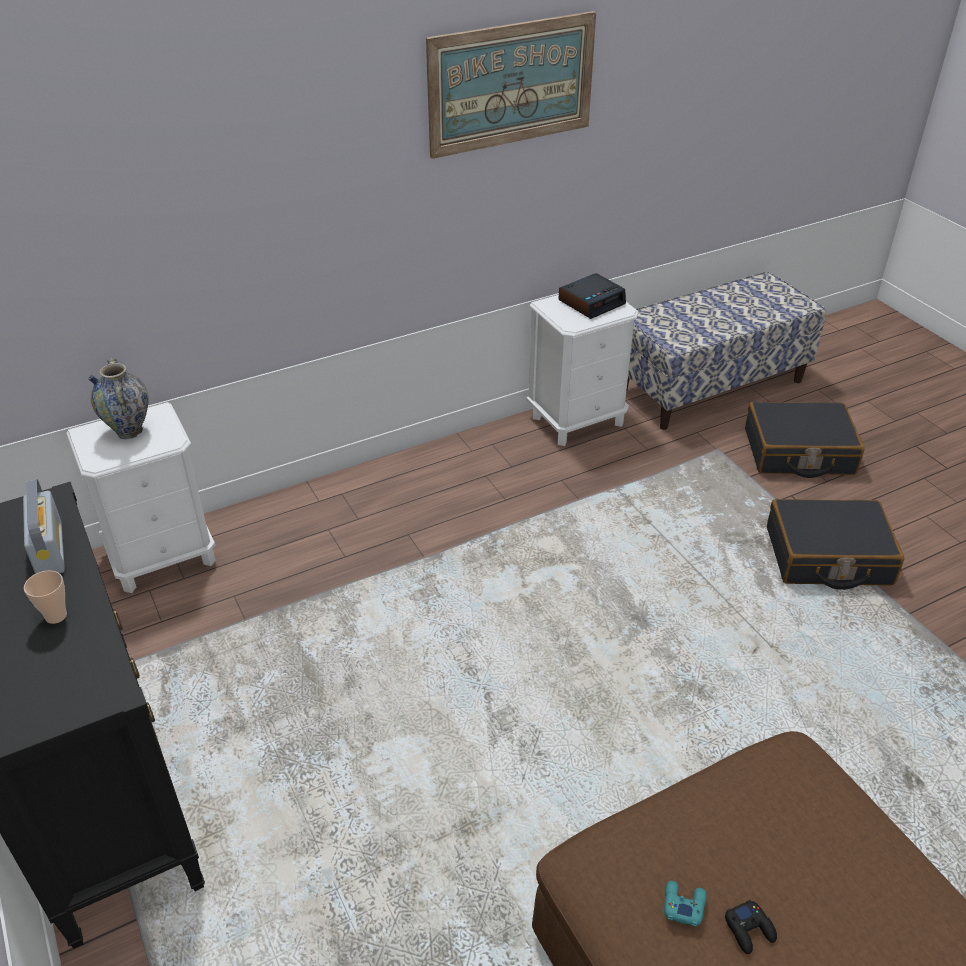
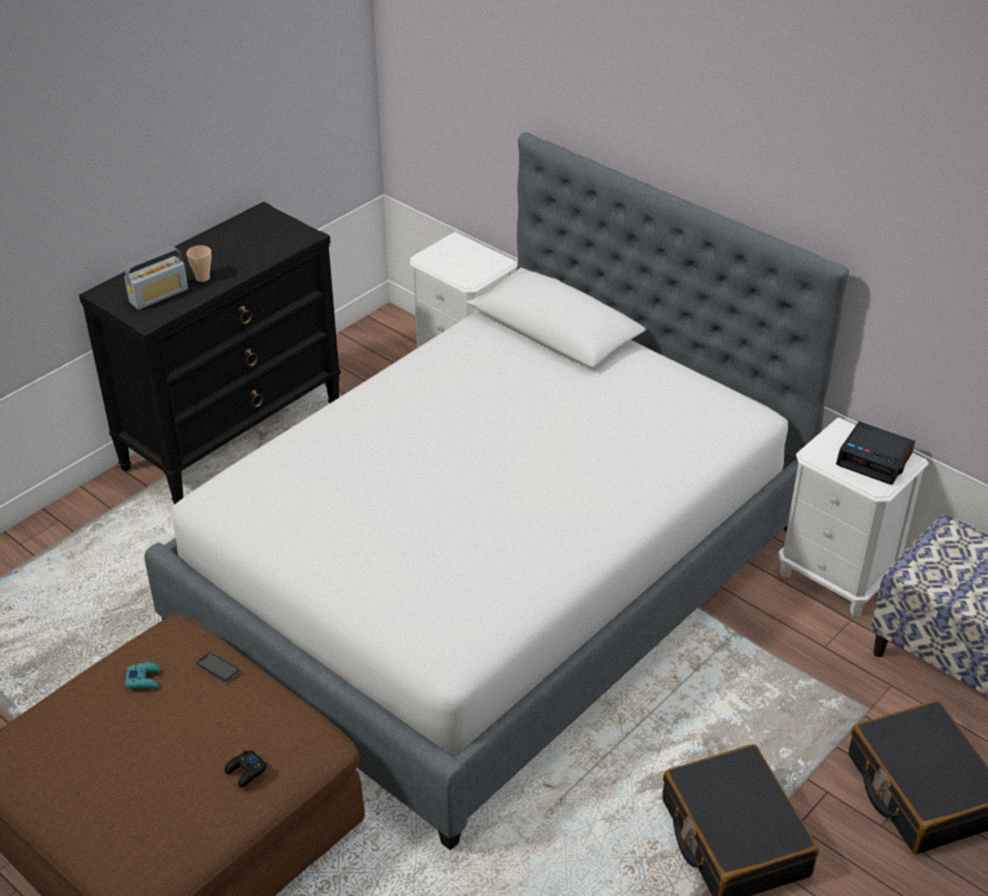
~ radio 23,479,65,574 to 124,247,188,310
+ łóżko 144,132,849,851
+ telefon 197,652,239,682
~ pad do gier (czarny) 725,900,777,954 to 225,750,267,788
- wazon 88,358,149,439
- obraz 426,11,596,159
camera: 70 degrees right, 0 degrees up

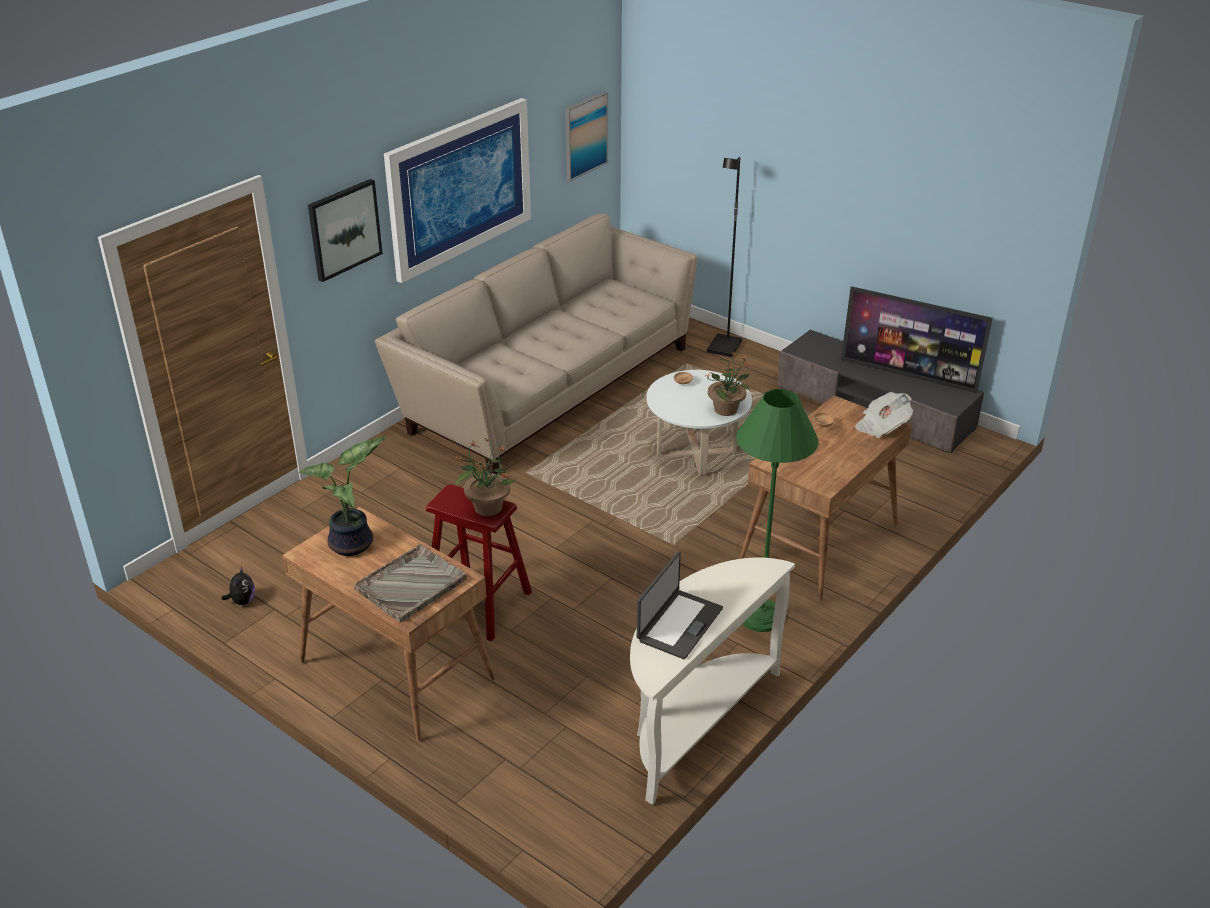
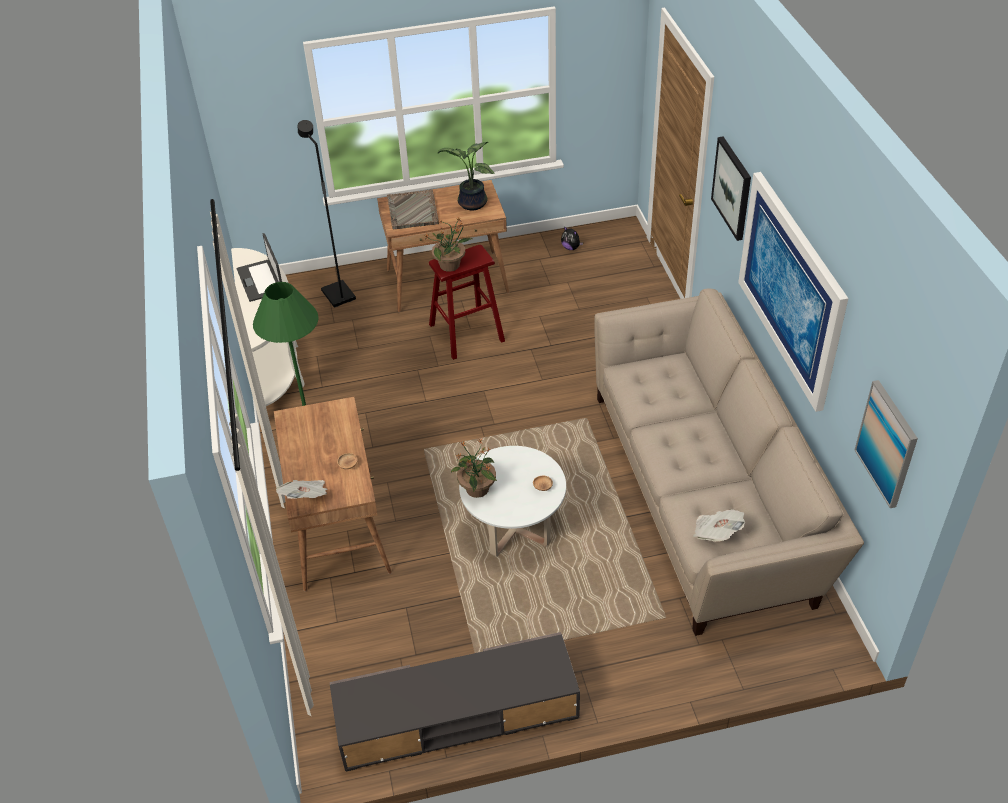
~ lampa stojąca (czarny) 707,157,742,358 to 298,120,356,308
+ gazeta 693,509,745,542
- telewizor 841,286,993,393
camera: 130 degrees right, 10 degrees up

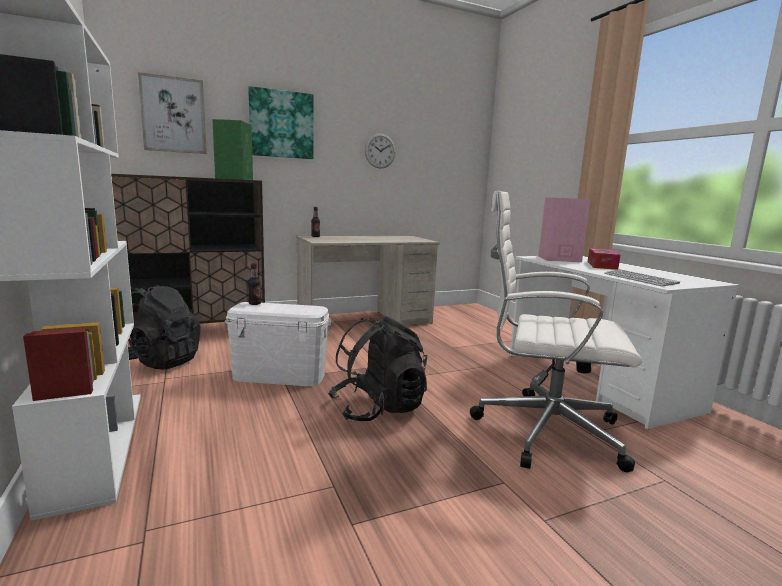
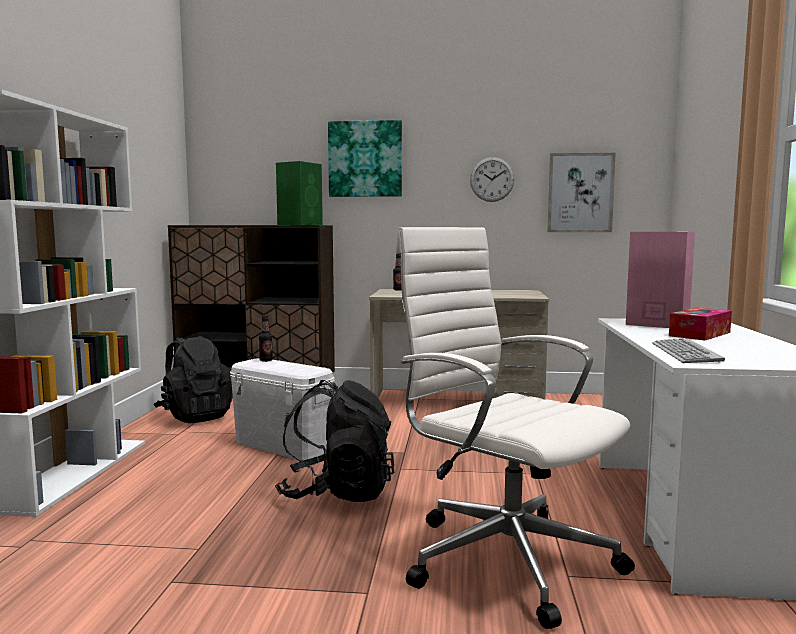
~ obraz 138,72,207,154 to 548,153,616,232
camera: 30 degrees right, 5 degrees down

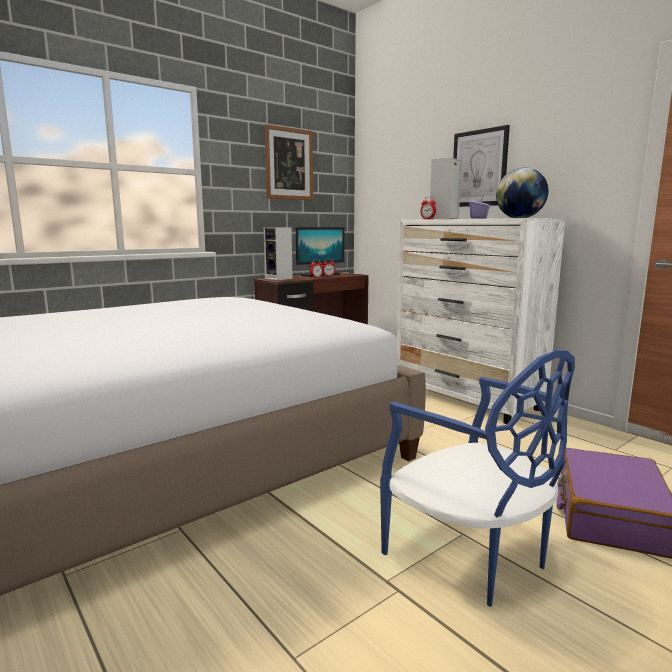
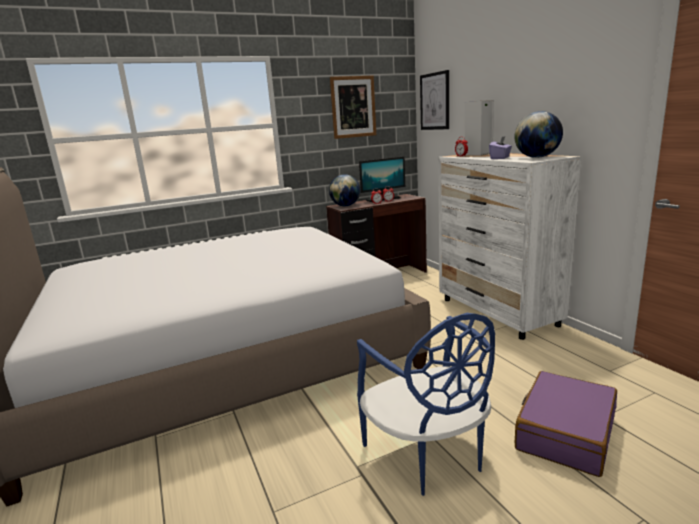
~ głośnik 263,227,293,280 to globus 329,174,361,206
~ obraz 453,125,510,207 to 420,70,449,130
camera: 15 degrees right, 5 degrees up

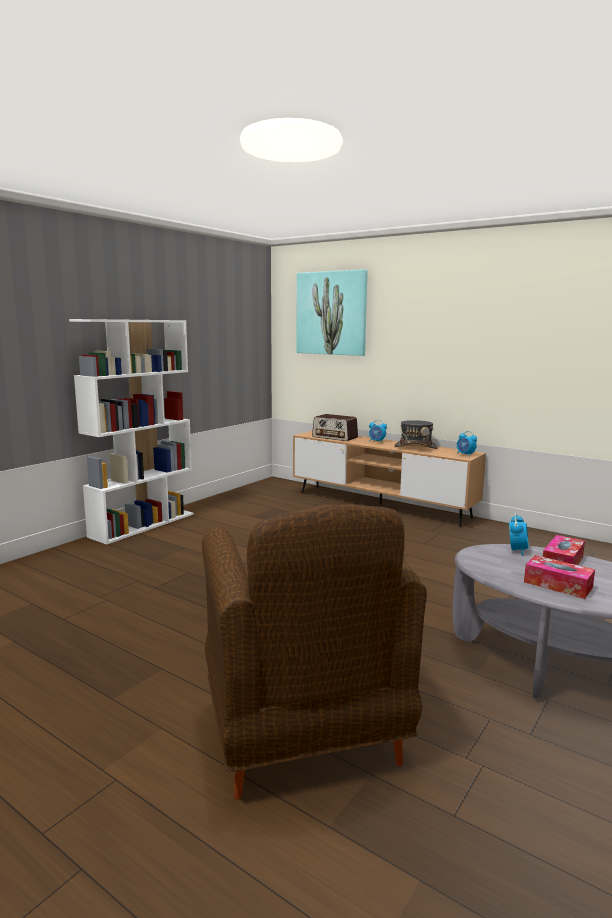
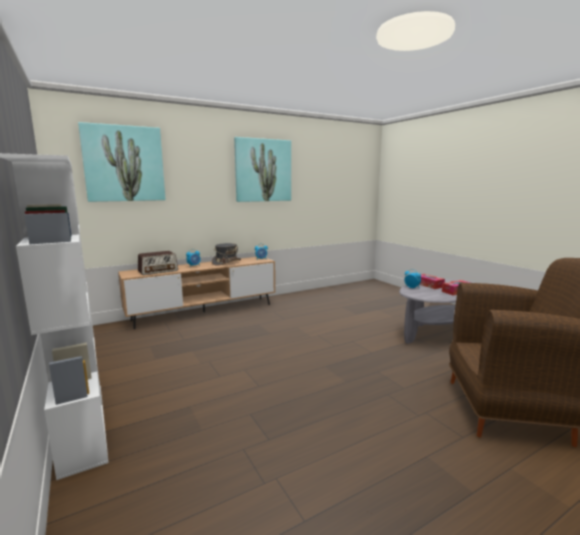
+ obraz 234,137,291,202
camera: 65 degrees left, 0 degrees up

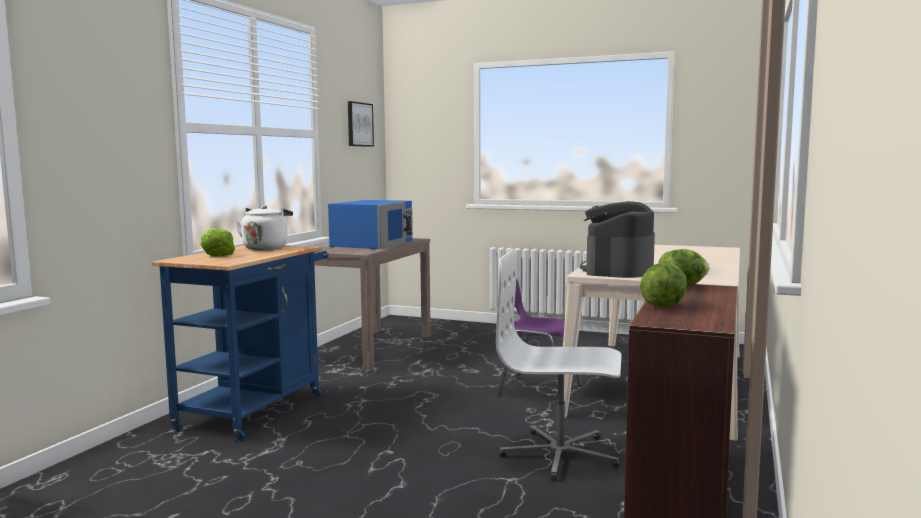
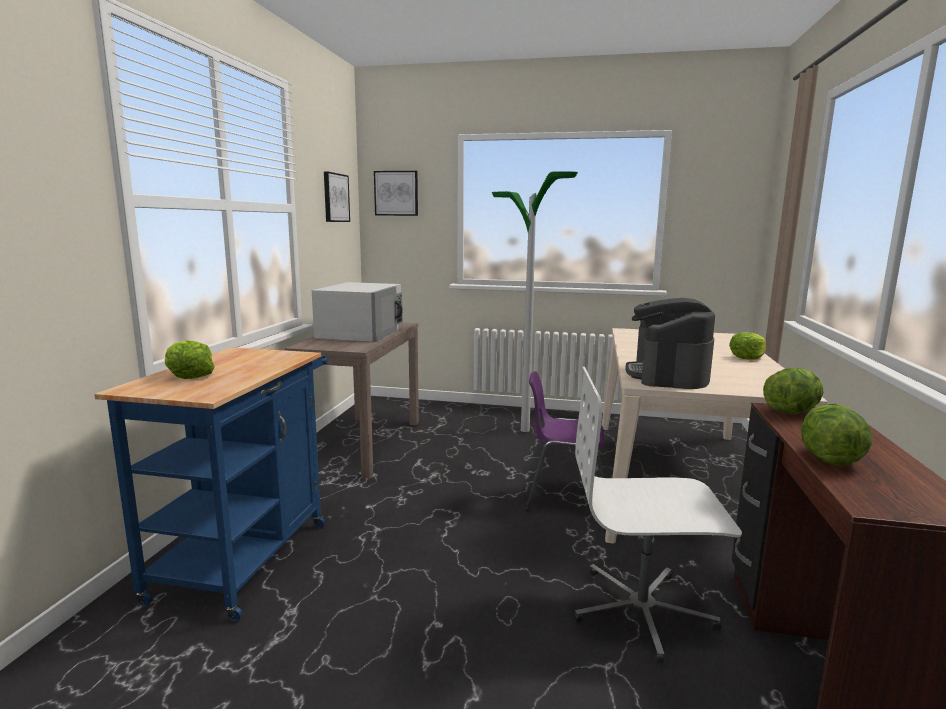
~ mikrofalówka (niebieski) 328,200,413,249 to mikrofalówka (biały) 312,282,403,342
+ obraz 374,171,418,216
+ lampa stojąca 492,171,578,432
+ sałata 729,332,766,360
- czajnik (biały) 235,205,293,250
camera: 10 degrees left, 5 degrees up

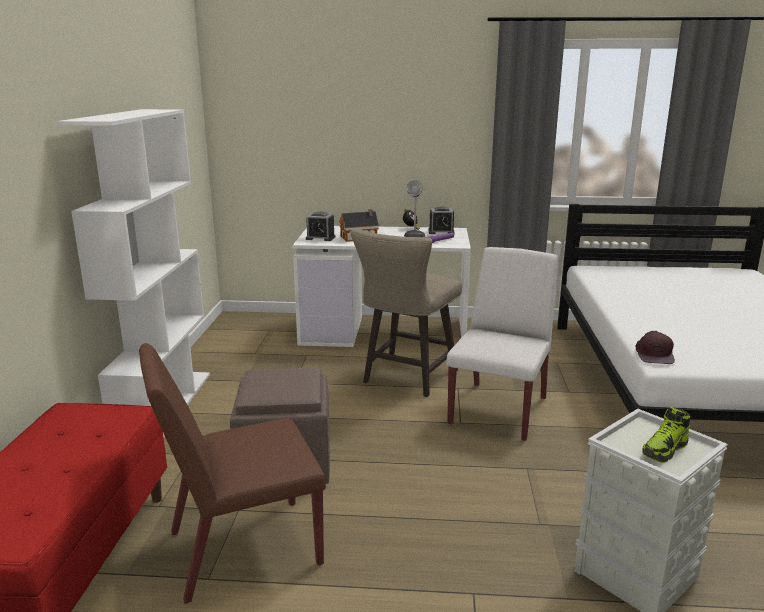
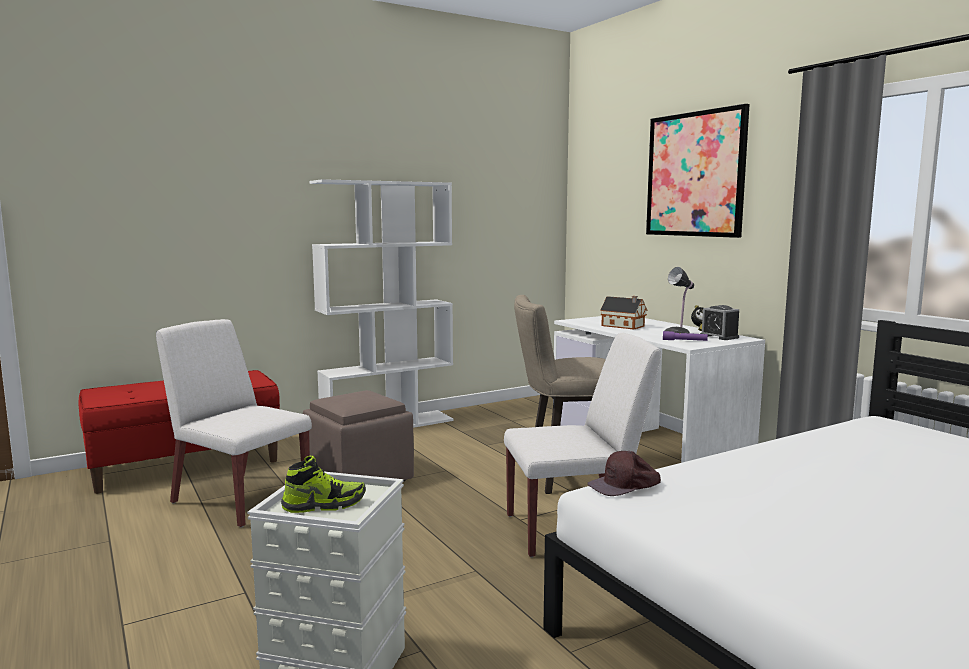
~ krzesło (brązowy) 139,343,326,604 to krzesło (biały) 156,319,312,528
~ but 642,407,690,463 = 281,456,366,513 150 degrees clockwise
+ obraz 646,104,750,238
- budzik 306,212,335,241
camera: 55 degrees right, 10 degrees down

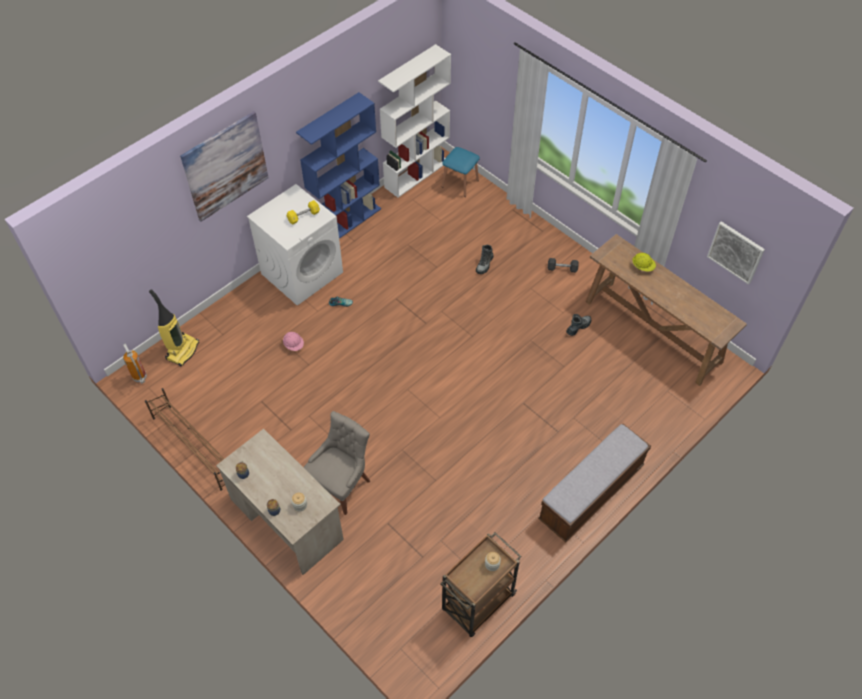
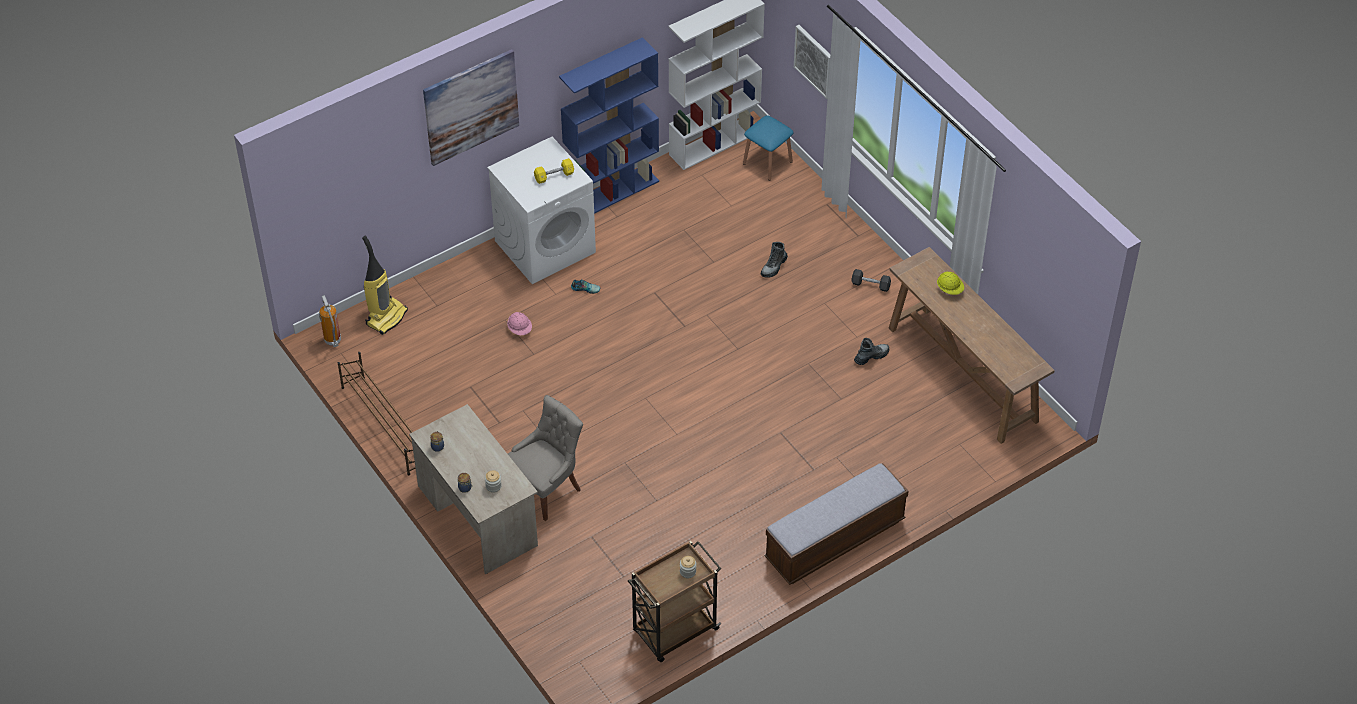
~ obraz 707,221,765,285 to 794,25,830,99
camera: 10 degrees right, 5 degrees down

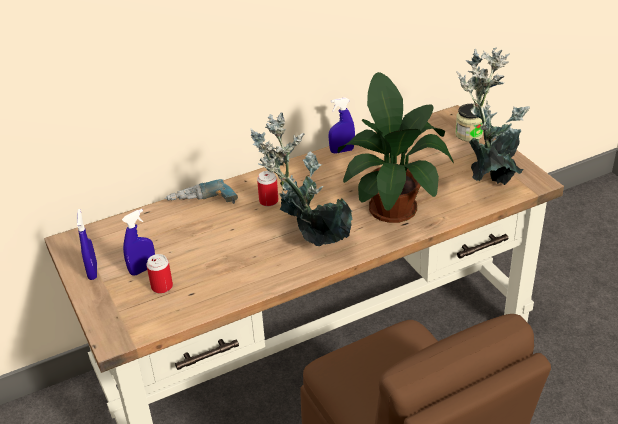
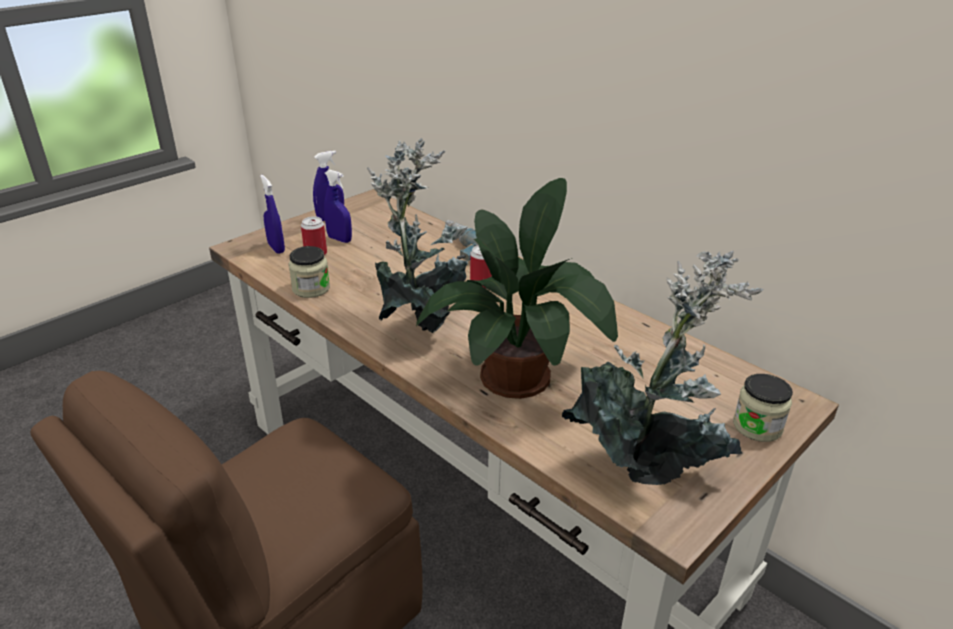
~ spryskiwacz (niebieski) 328,98,355,154 to 260,175,285,254
+ słoik 288,246,330,298
camera: 70 degrees right, 5 degrees down

